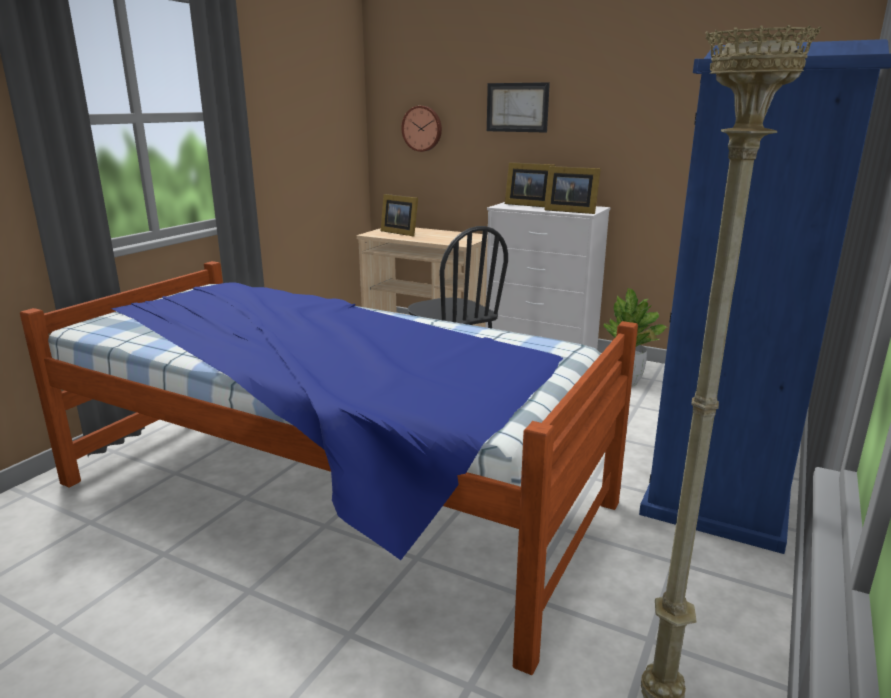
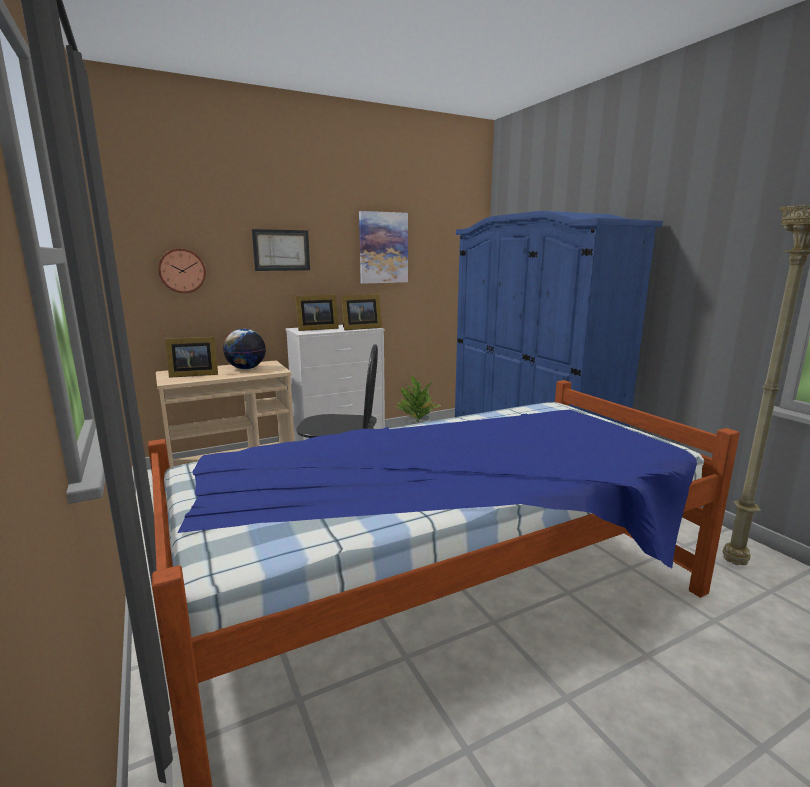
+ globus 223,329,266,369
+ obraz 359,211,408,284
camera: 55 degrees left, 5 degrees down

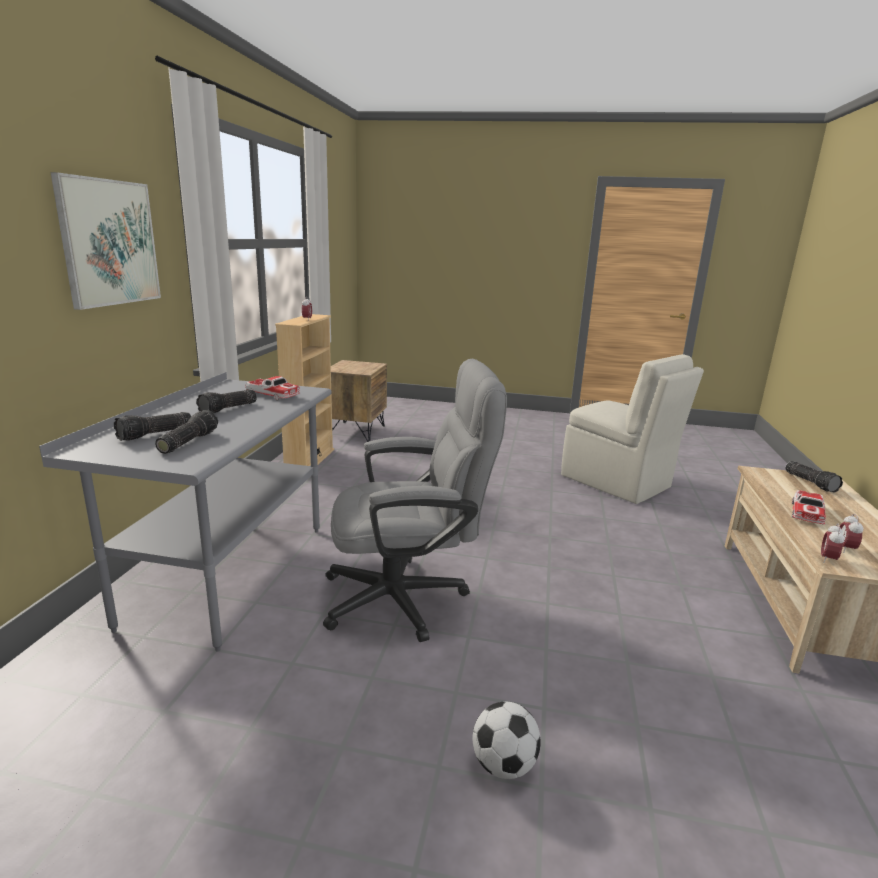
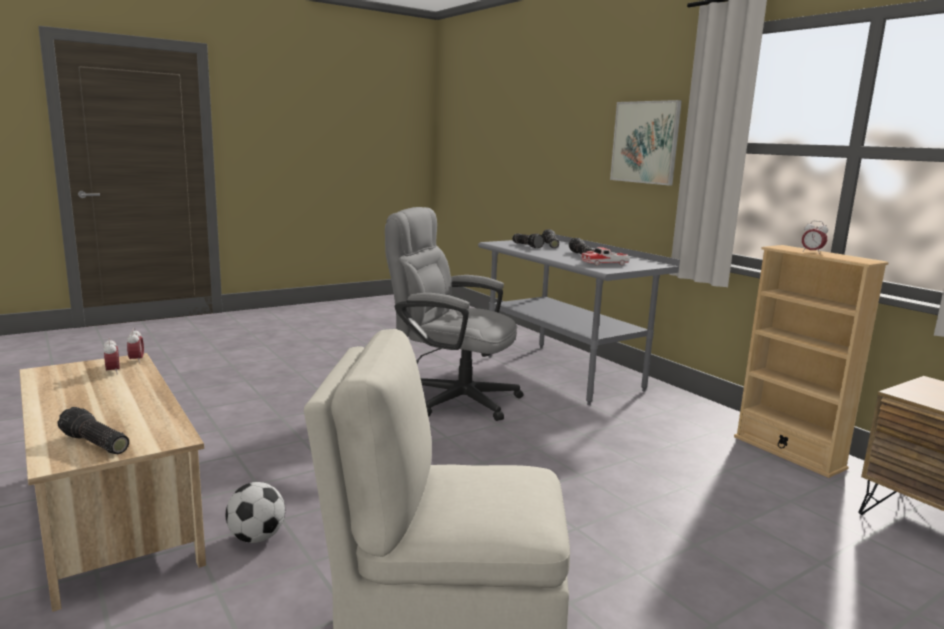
~ piłka futbolowa 473,701,541,779 to 226,482,285,543
~ krzesło biurowe (szary) 323,359,507,642 = 385,207,524,421 75 degrees clockwise
- samochodzik 792,490,826,525
camera: 135 degrees right, 5 degrees down

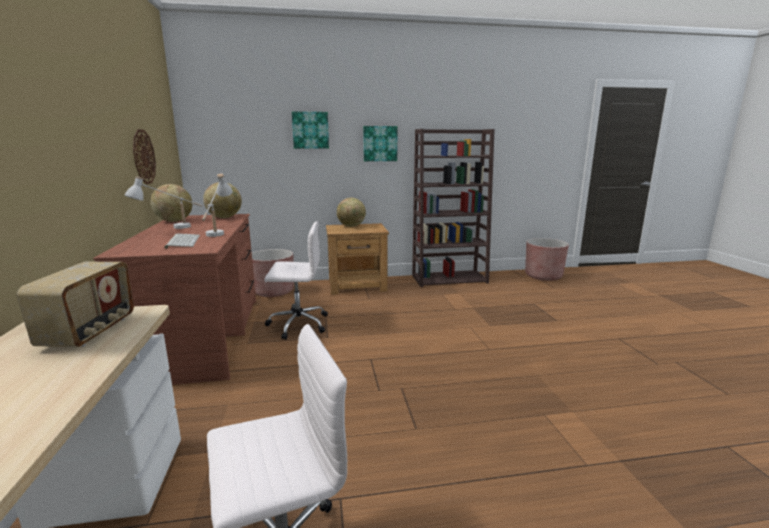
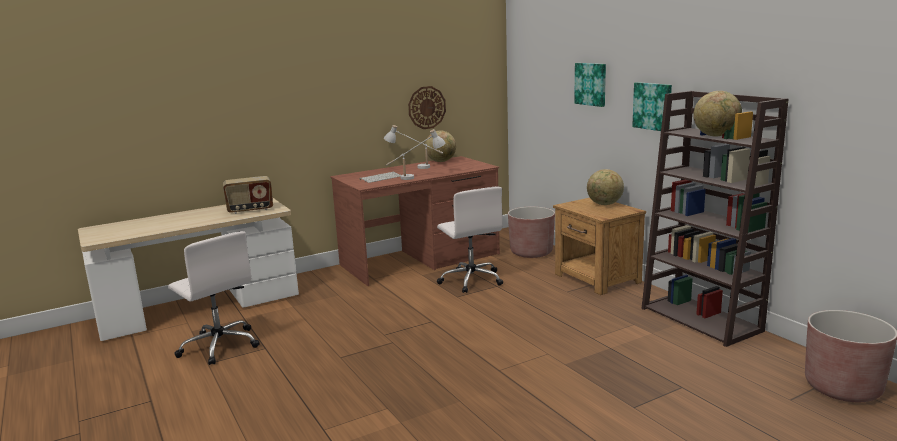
~ globus 203,182,242,218 to 693,91,742,137
camera: 70 degrees right, 0 degrees up

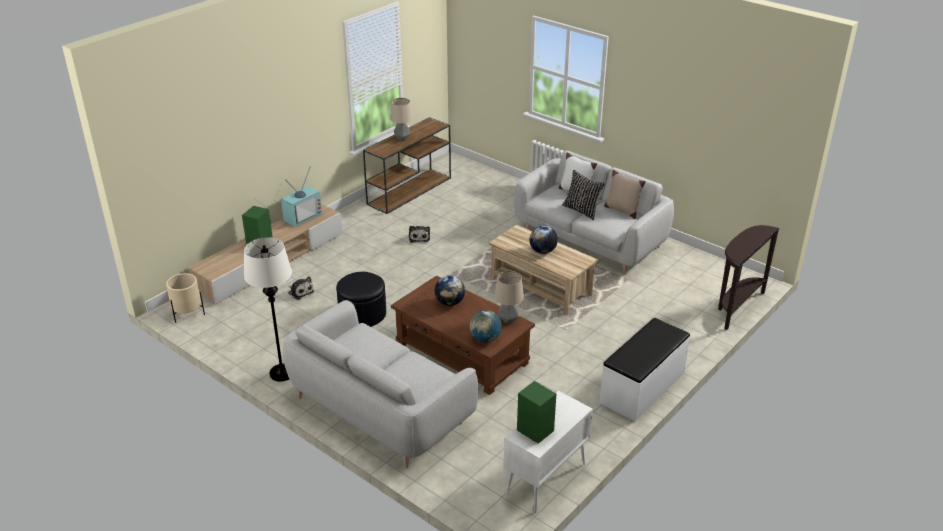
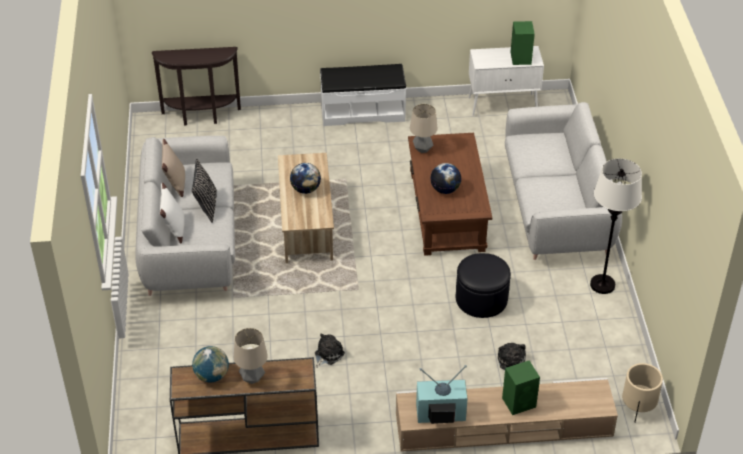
~ globus 470,310,502,342 to 192,346,229,382
camera: 135 degrees left, 10 degrees up

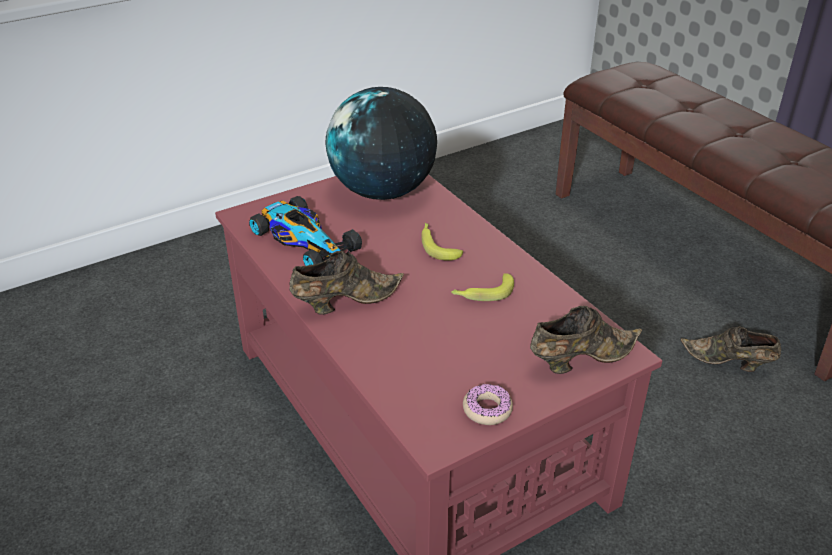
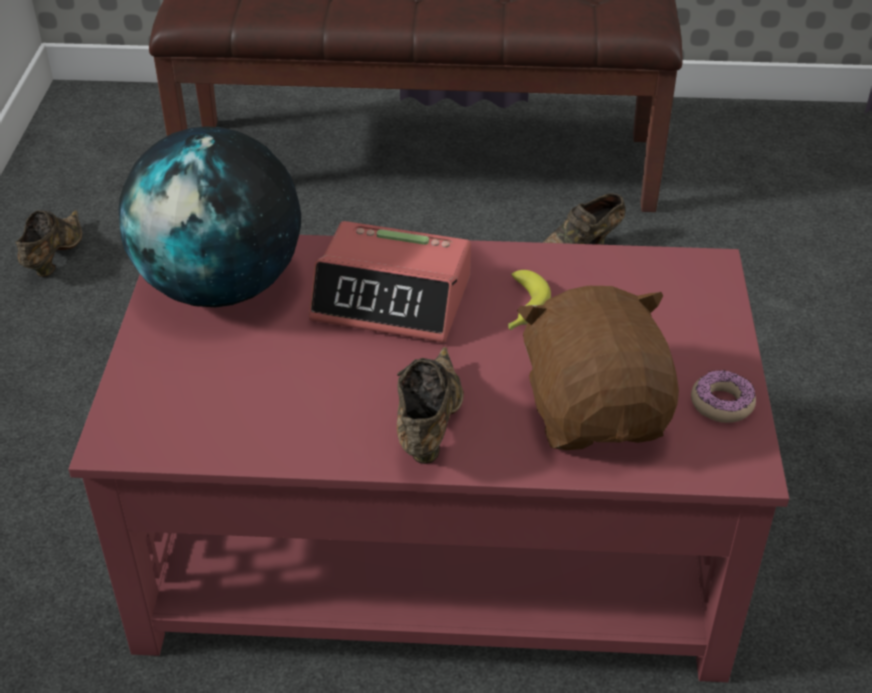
~ but (brązowy) 530,306,642,374 to 15,210,82,277
~ banan 421,223,463,261 to budzik 308,221,471,343
+ pluszak (brązowy) 517,286,679,450
- samochodzik 249,196,362,266
camera: 55 degrees left, 5 degrees up

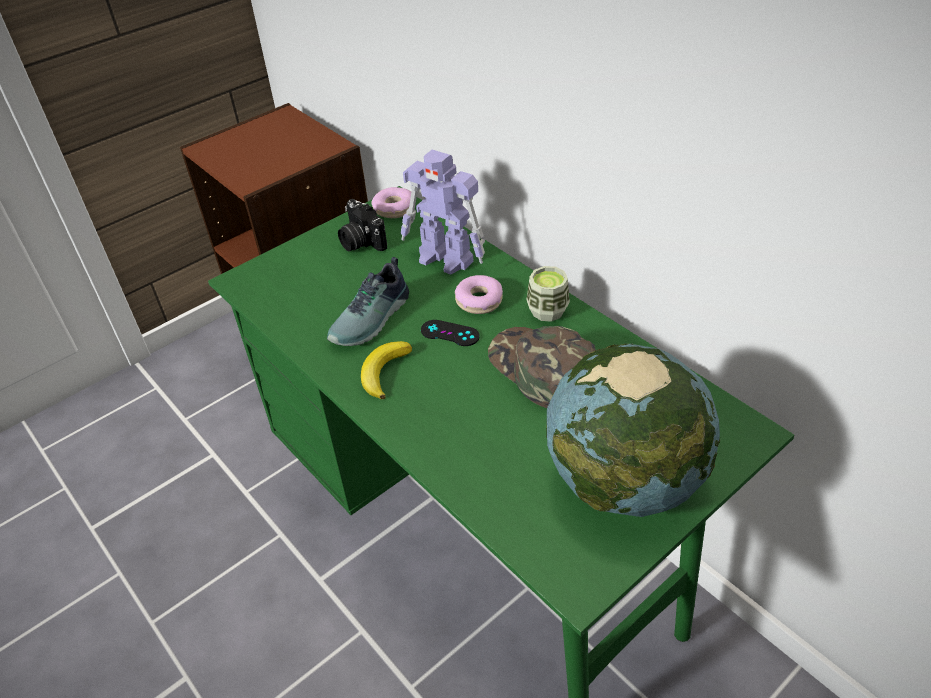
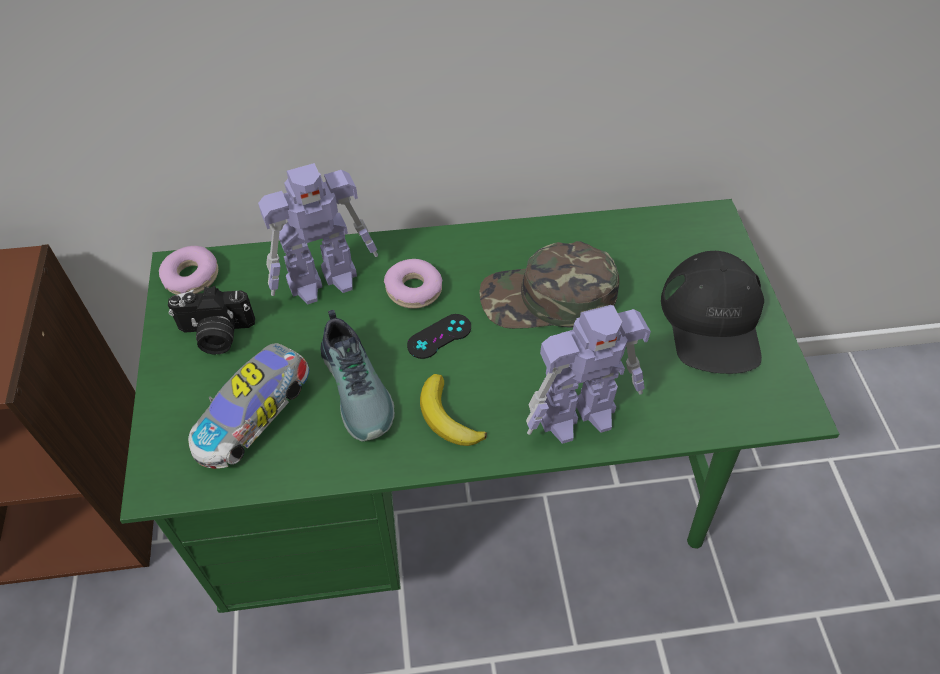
+ samochodzik 188,343,309,469
+ robot zabawkowy 526,305,651,444
~ globus 546,343,720,517 to czapka z daszkiem (czarny) 661,251,764,374
- filiżanka 526,266,570,322
camera: 60 degrees left, 10 degrees up

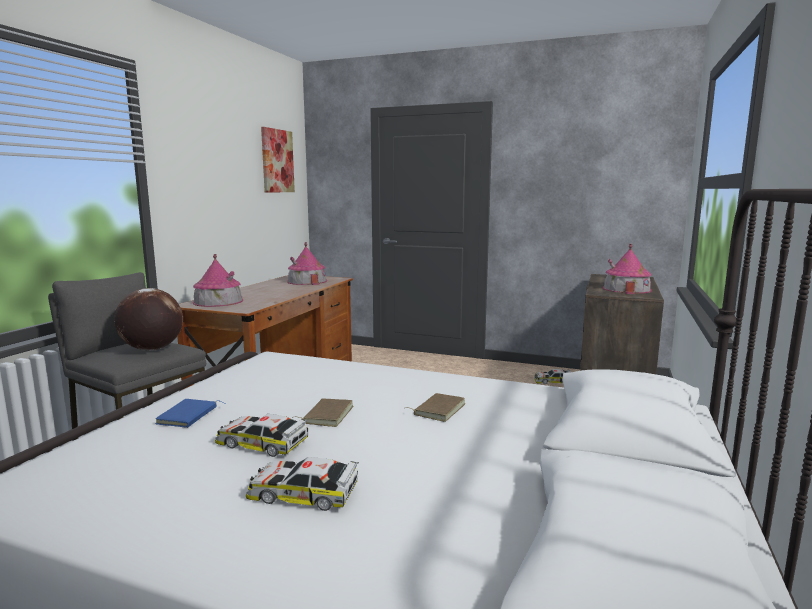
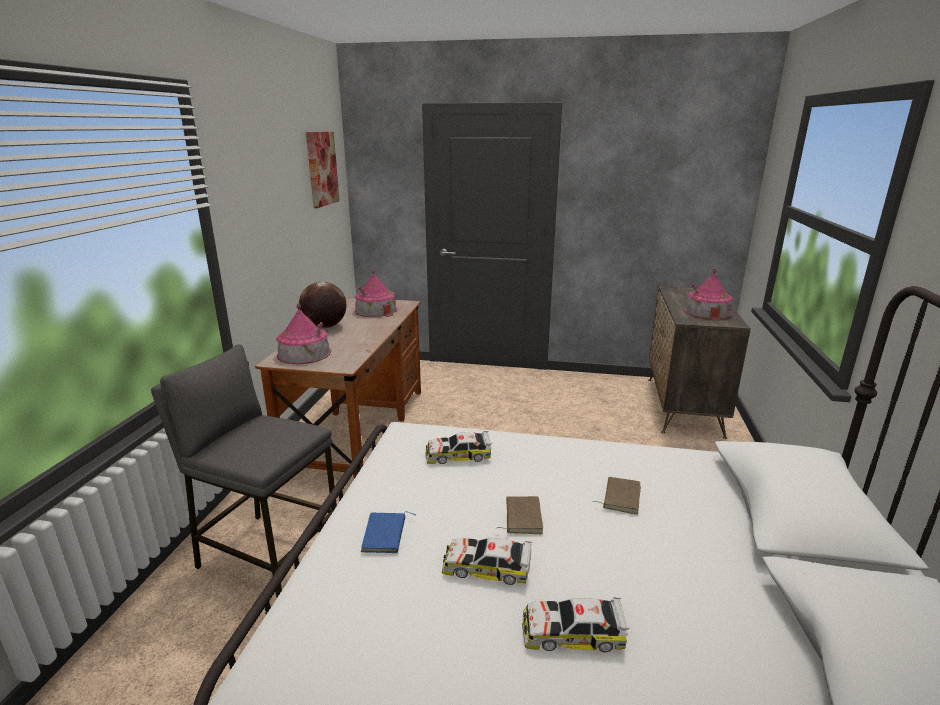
~ globus 114,288,183,351 to 299,282,346,329
~ samochodzik 534,369,571,384 to 425,431,492,464
camera: 10 degrees left, 10 degrees up

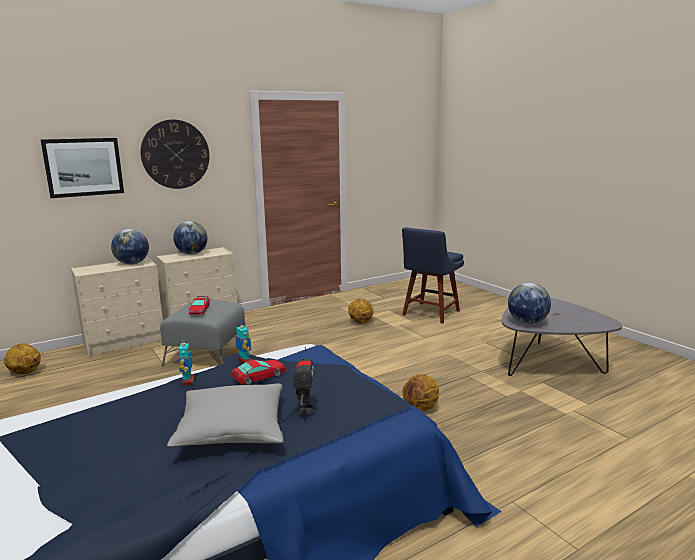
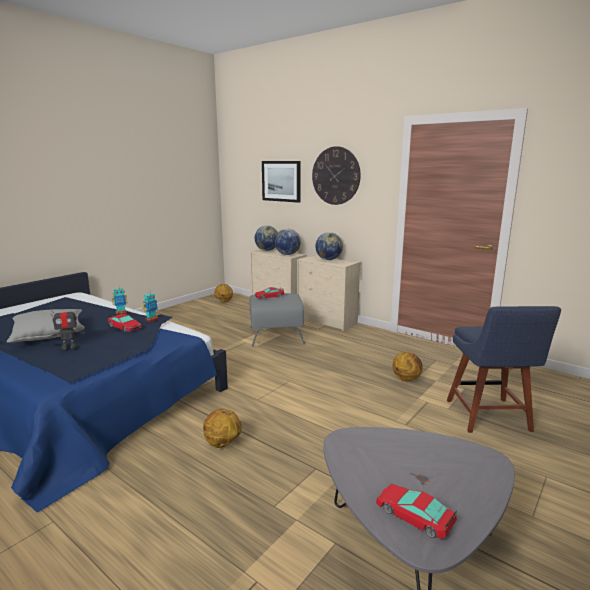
~ globus 508,283,551,324 to 255,226,278,251
+ samochodzik 376,484,457,539
~ krzesło (niebieski) 402,228,464,324 = 447,306,561,433 105 degrees counterclockwise
camera: 70 degrees right, 0 degrees up

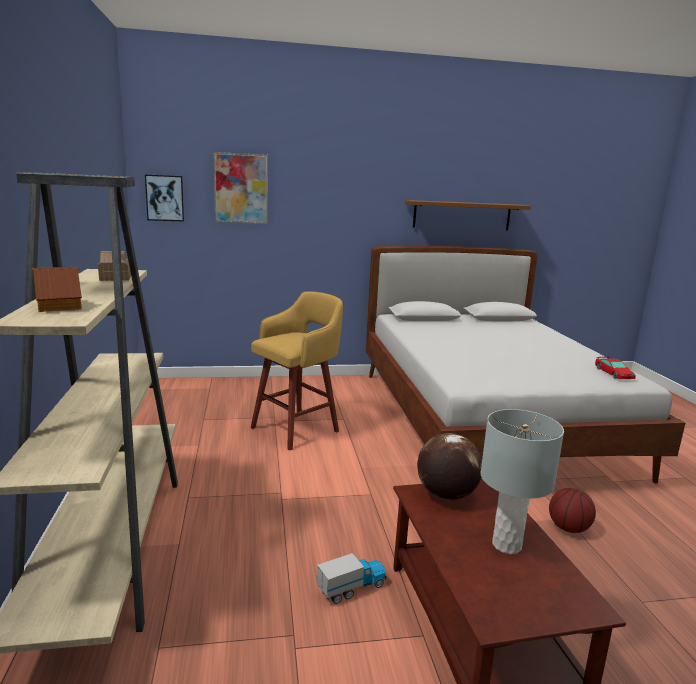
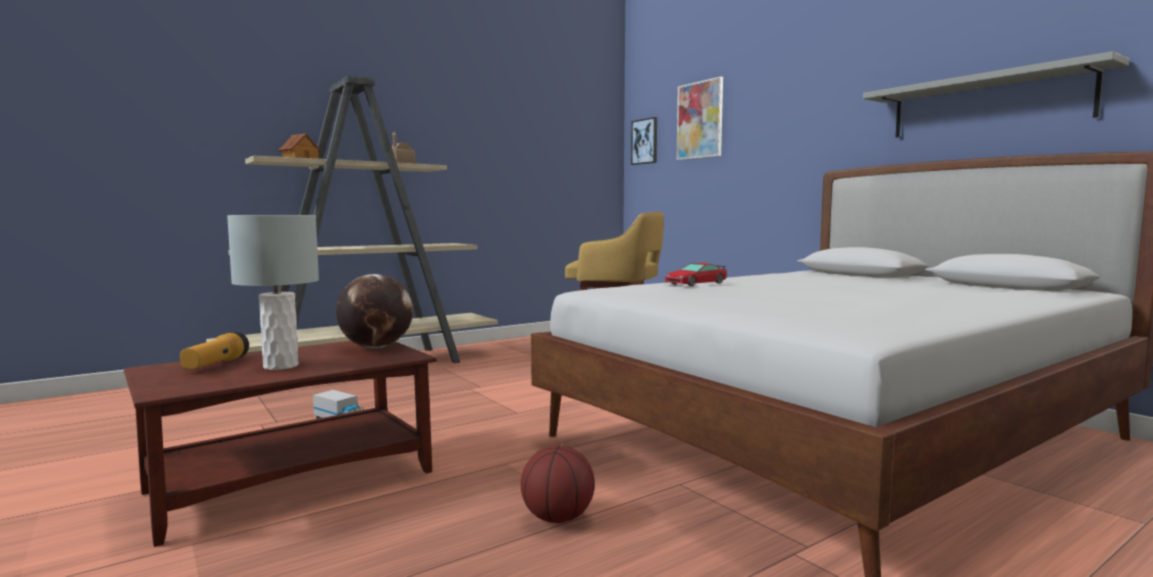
+ latarka 180,331,249,369
~ samochodzik 595,357,636,379 to 665,263,727,286
~ półka (brązowy) 405,200,531,230 to półka (szary) 863,51,1129,138
camera: 65 degrees right, 10 degrees down

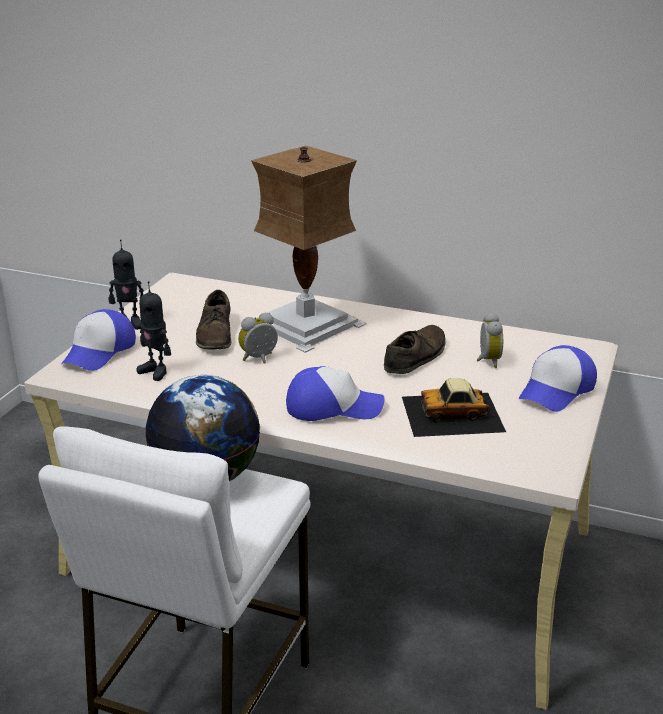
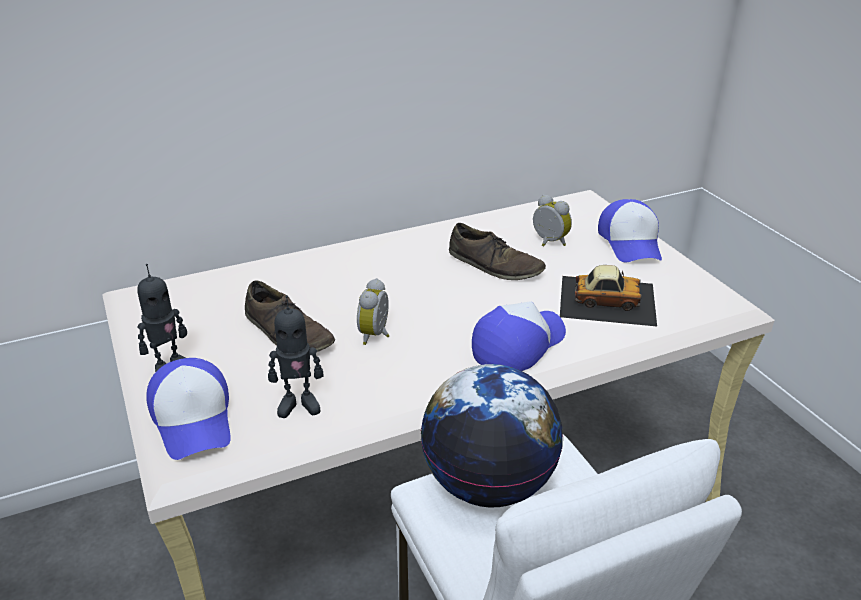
~ but (brązowy) 384,325,446,374 = 449,223,546,280 135 degrees clockwise
~ samochodzik 402,378,506,437 = 560,265,657,326 120 degrees counterclockwise
- lampa stołowa 251,145,367,353
camera: 45 degrees left, 5 degrees up

